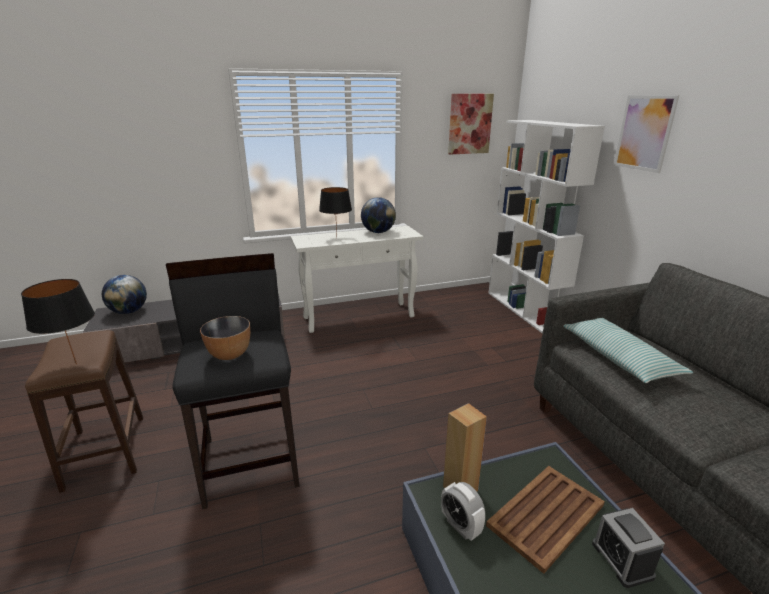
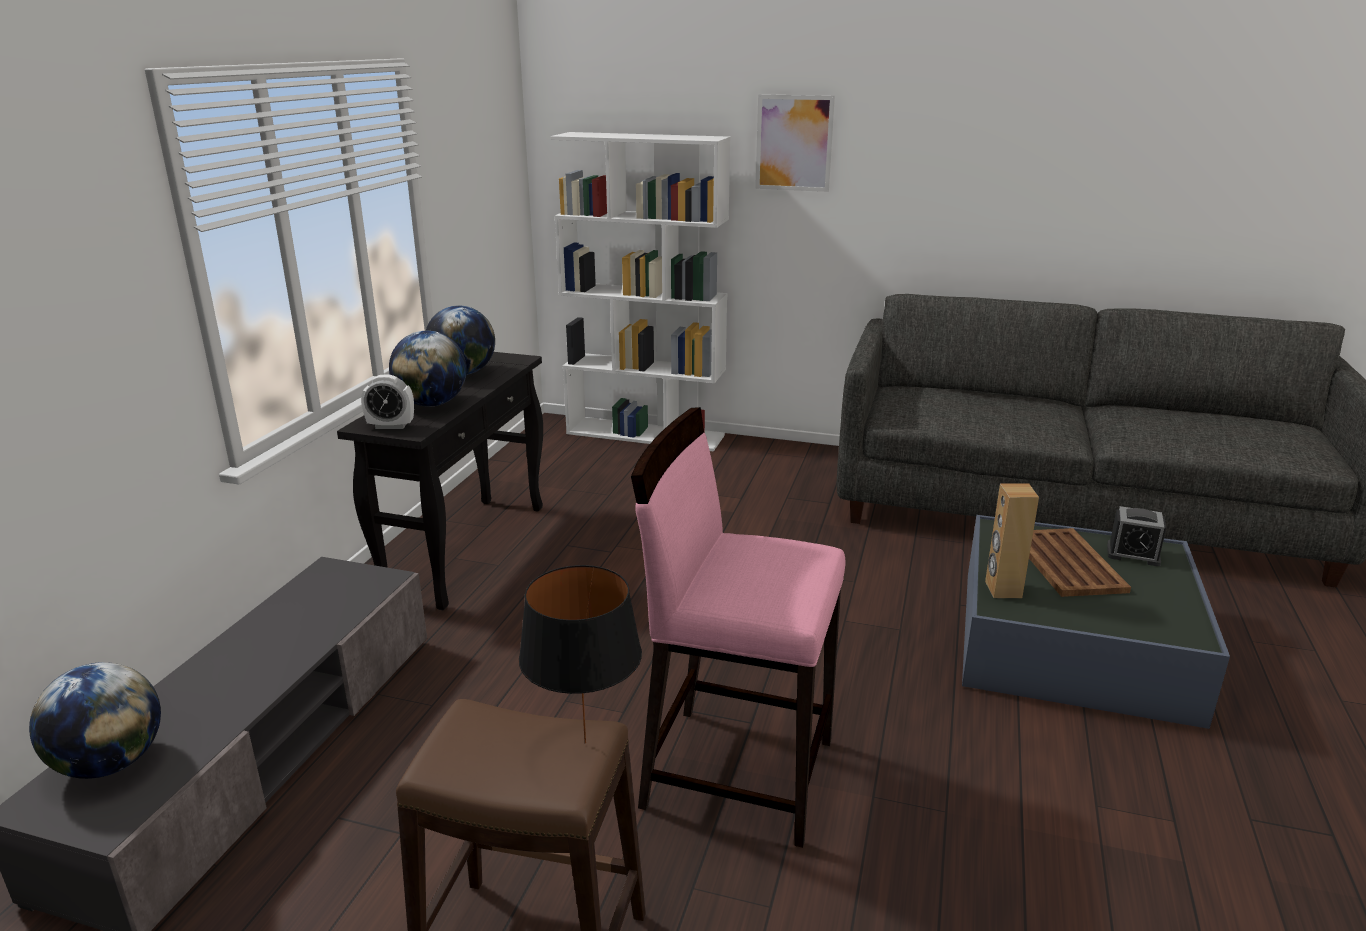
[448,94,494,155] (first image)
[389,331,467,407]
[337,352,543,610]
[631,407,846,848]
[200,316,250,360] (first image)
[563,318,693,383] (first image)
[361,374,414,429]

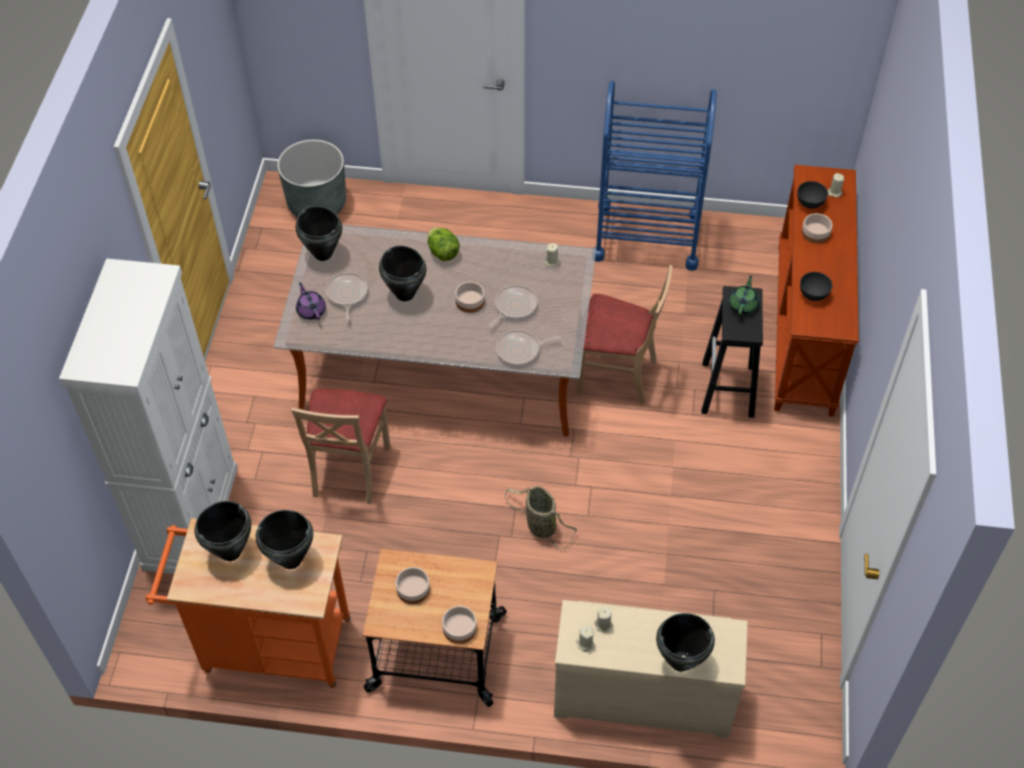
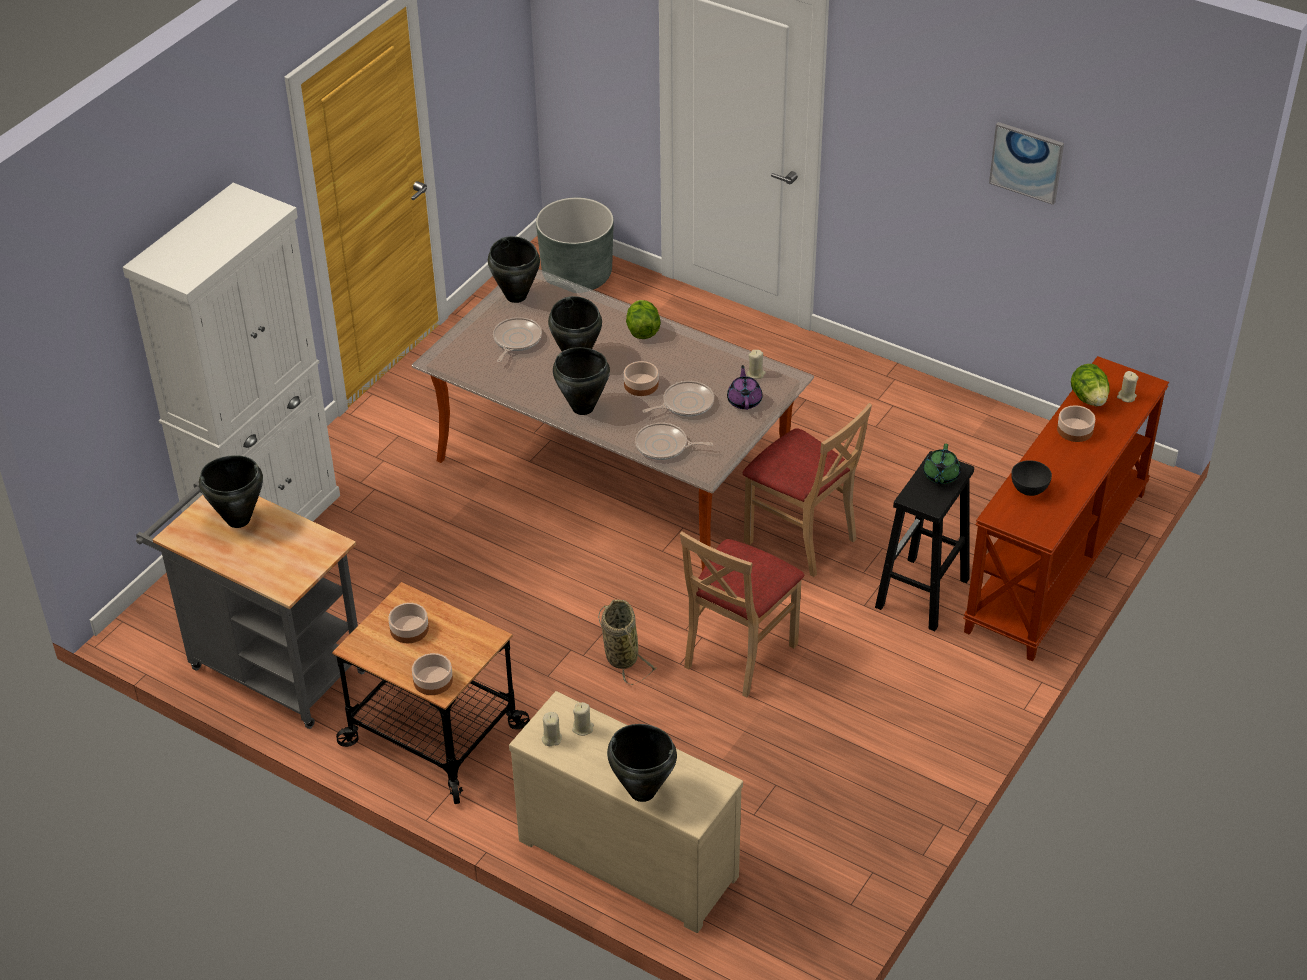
[594,81,716,271] (first image)
[1071,364,1110,406]
[923,444,961,484]
[727,365,762,410]
[680,531,804,697]
[553,347,610,415]
[136,481,366,729]
[989,122,1064,205]

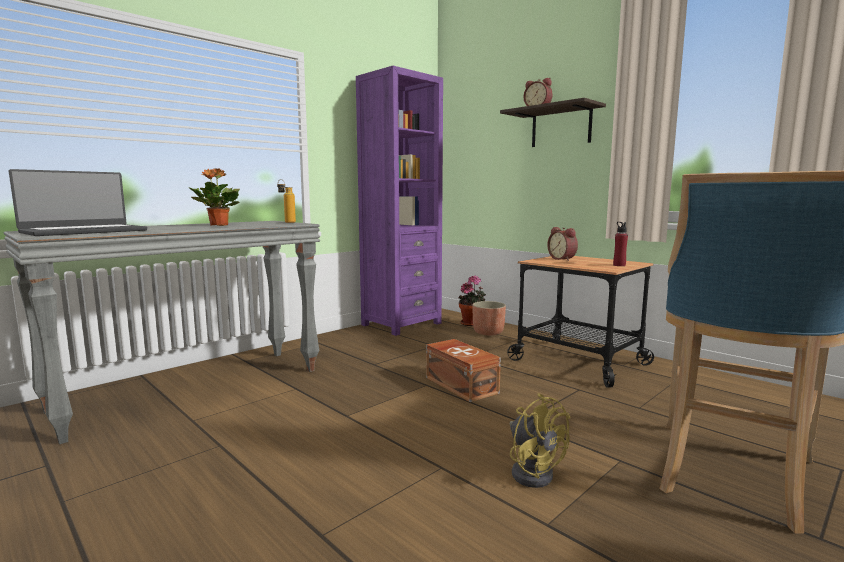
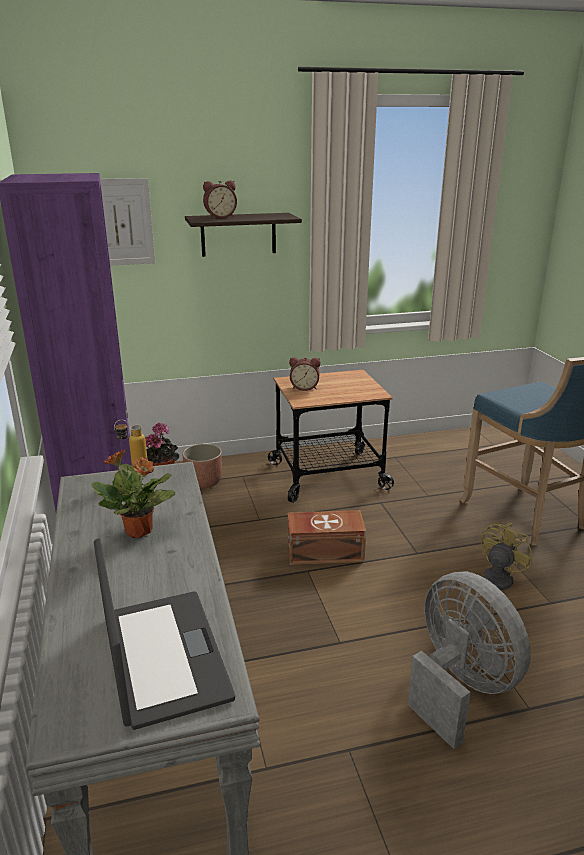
[613,222,628,266] (first image)
[455,523,533,590]
[100,178,155,266]
[408,572,531,749]

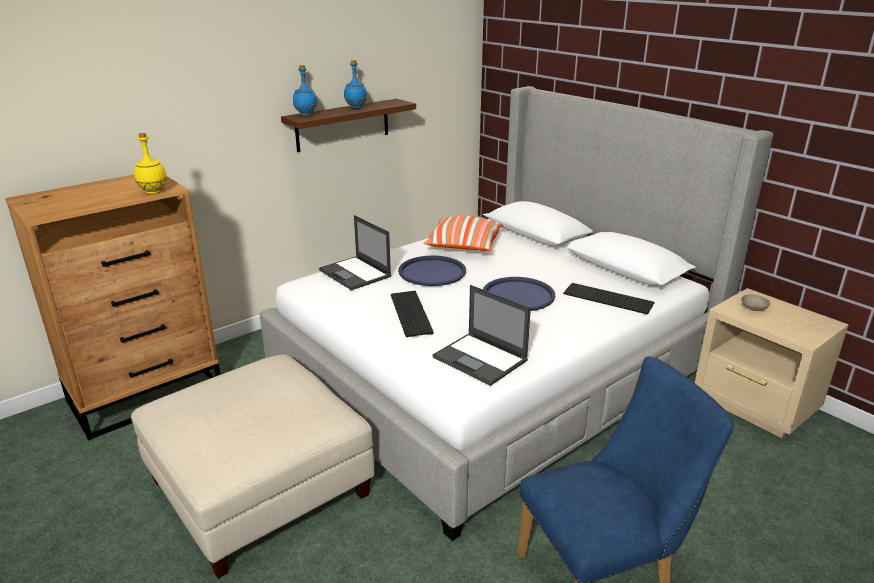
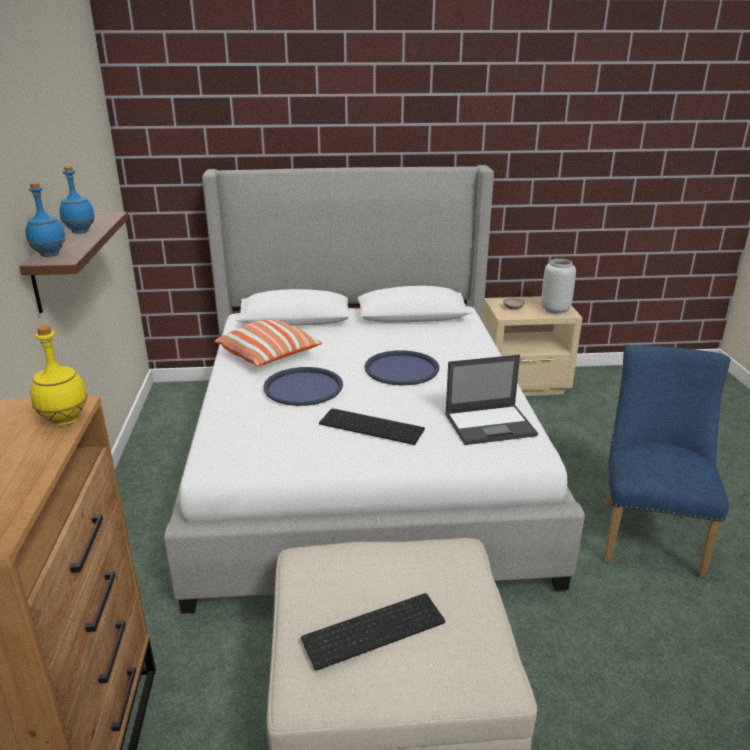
[319,215,391,290] (first image)
[301,593,445,670]
[541,259,576,314]

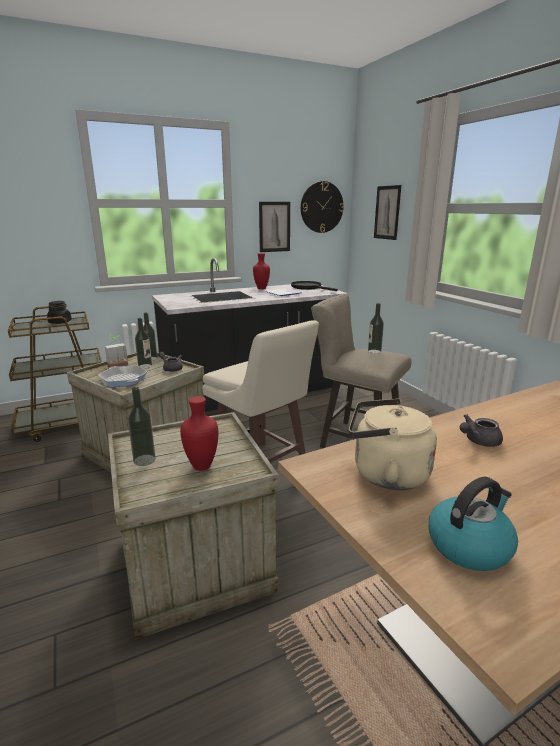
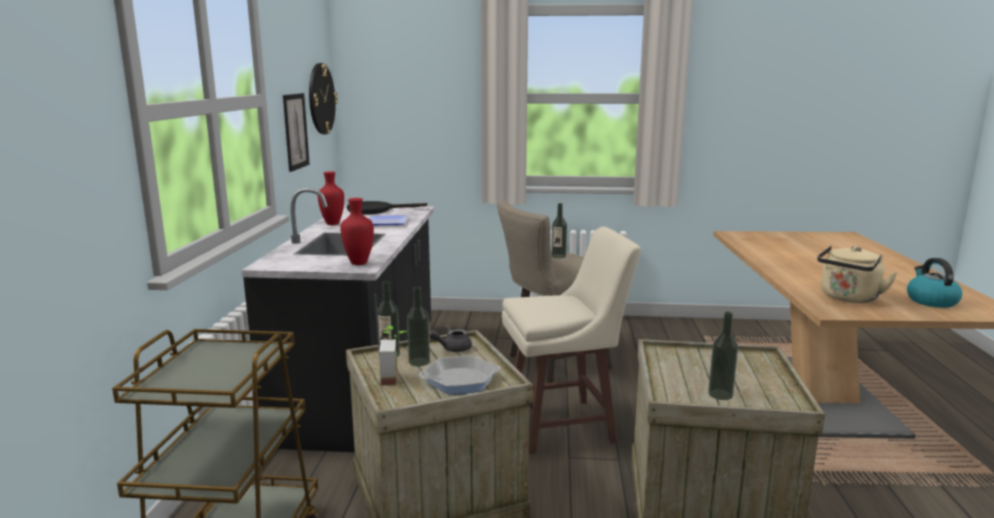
[374,185,401,240] (first image)
[47,301,72,324] (first image)
[340,198,374,265]
[460,414,503,447] (first image)

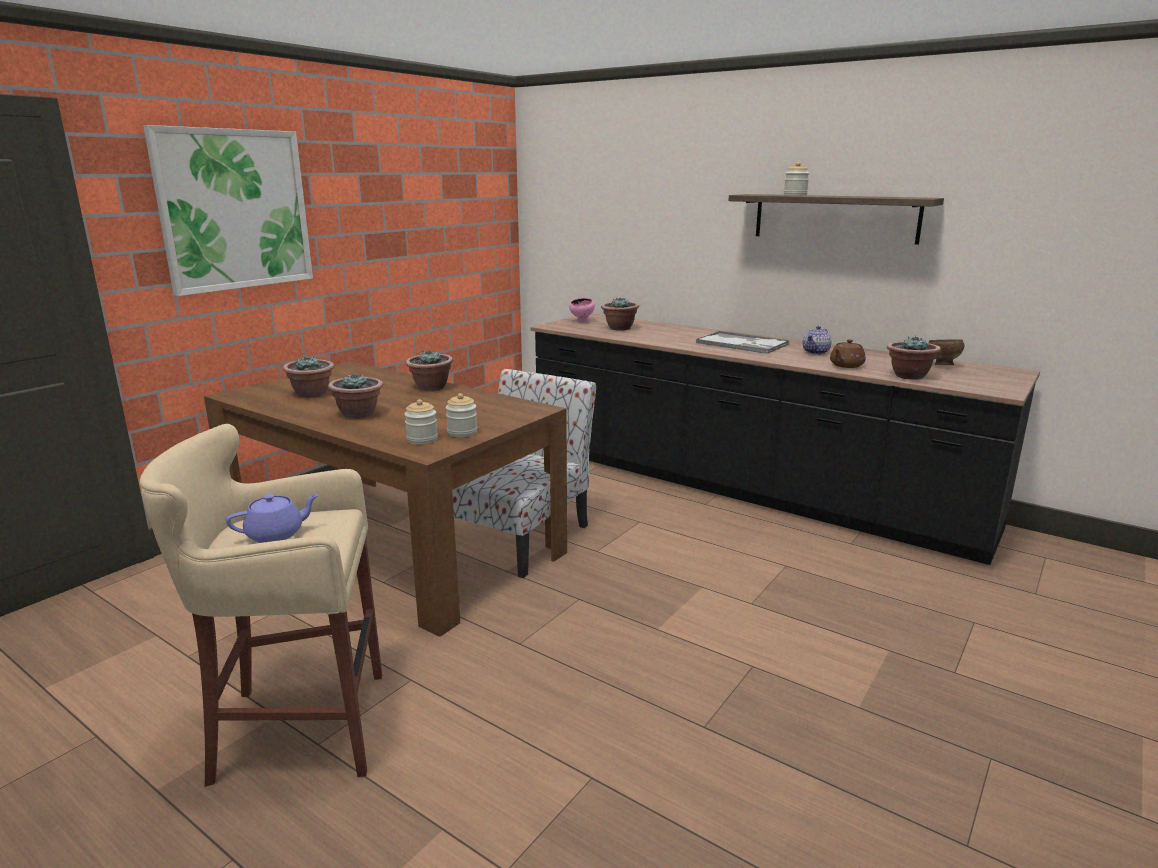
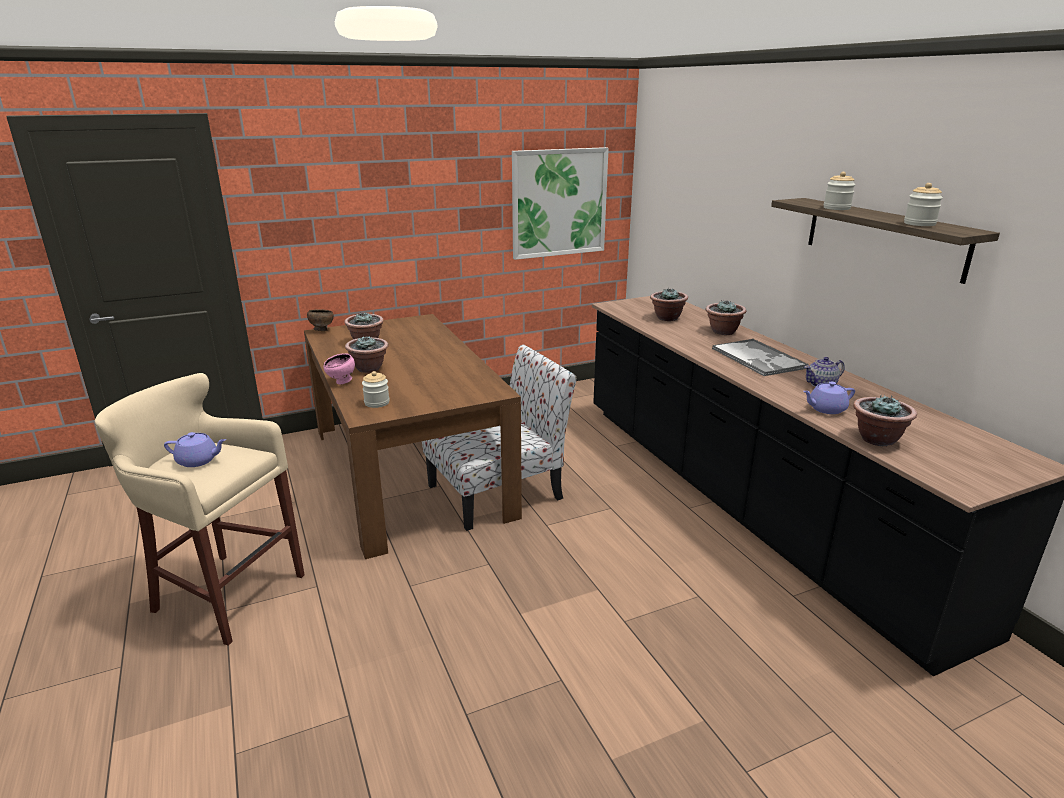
[512,147,609,260]
[323,354,355,385]
[803,382,855,414]
[307,309,334,331]
[705,300,747,335]
[904,183,943,226]

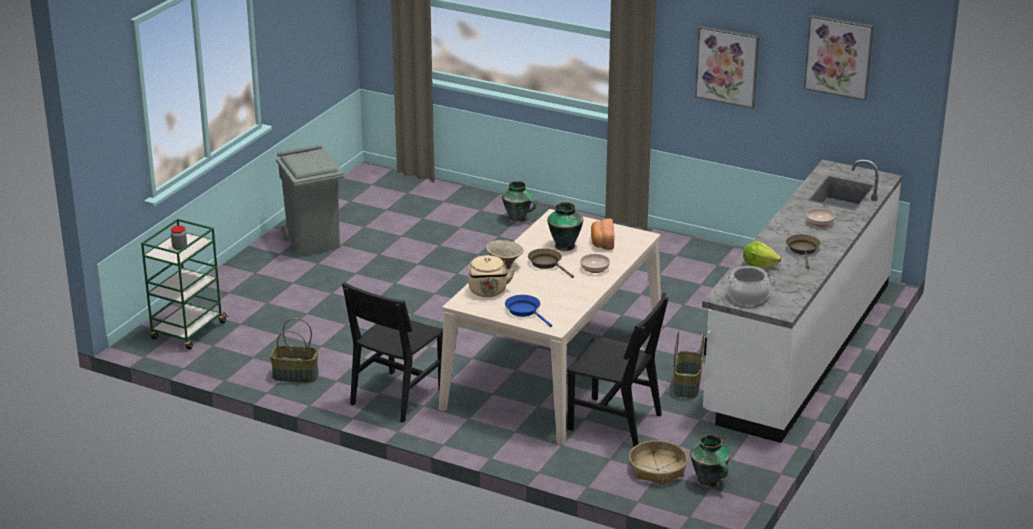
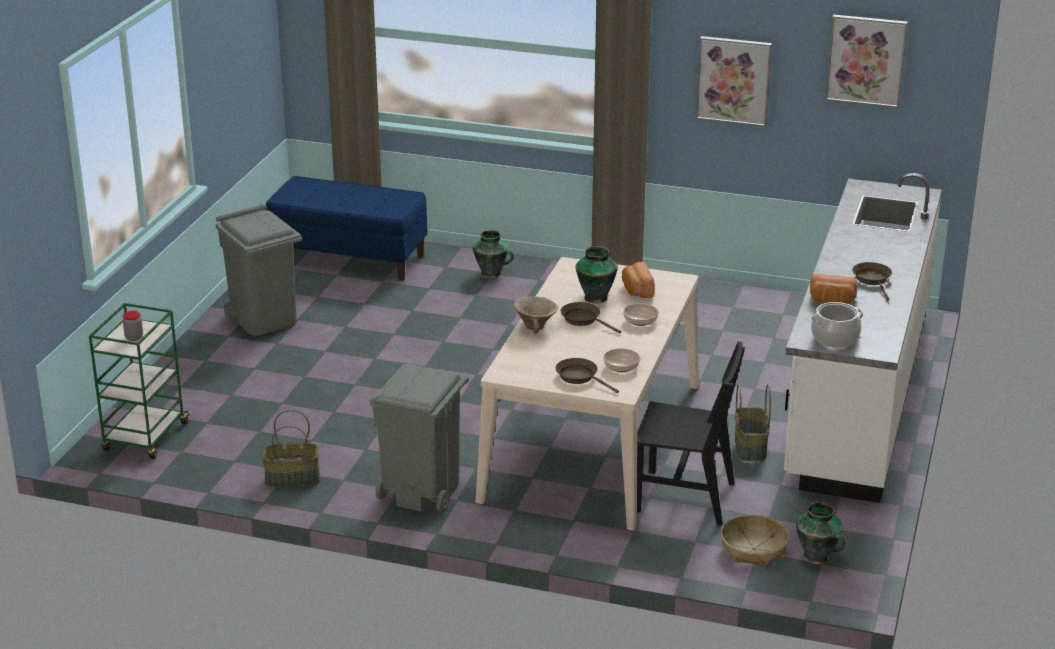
[604,348,640,372]
[810,274,858,304]
[468,255,515,297] (first image)
[370,364,469,513]
[555,358,619,393]
[266,176,427,281]

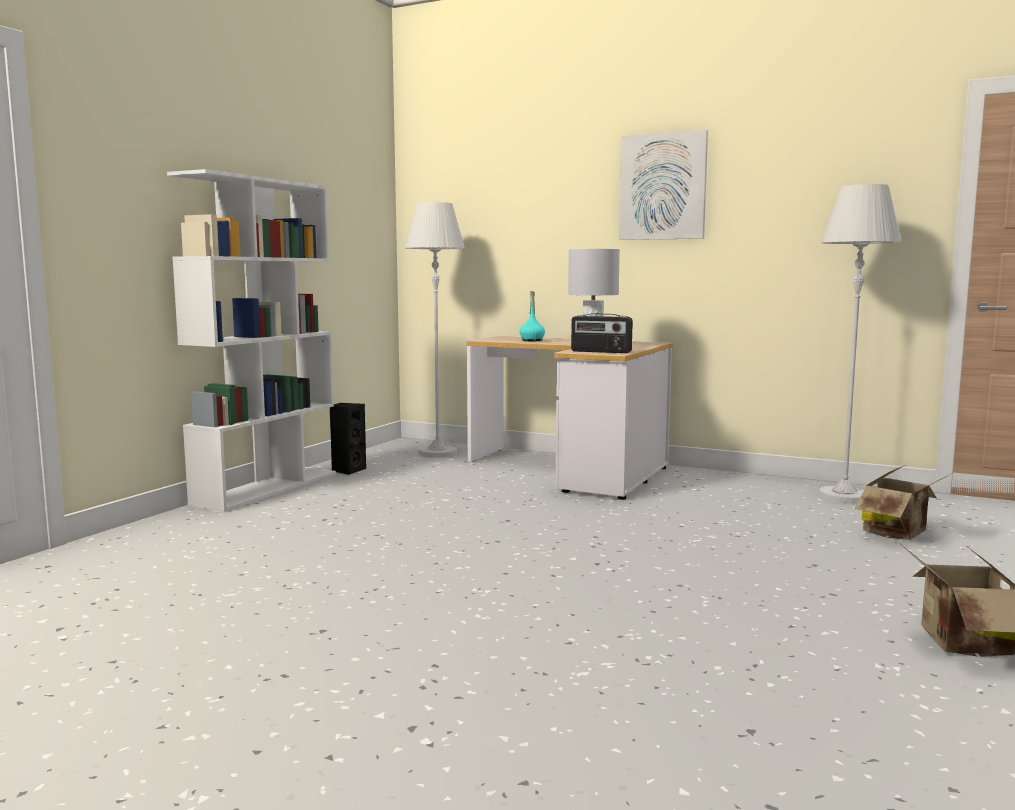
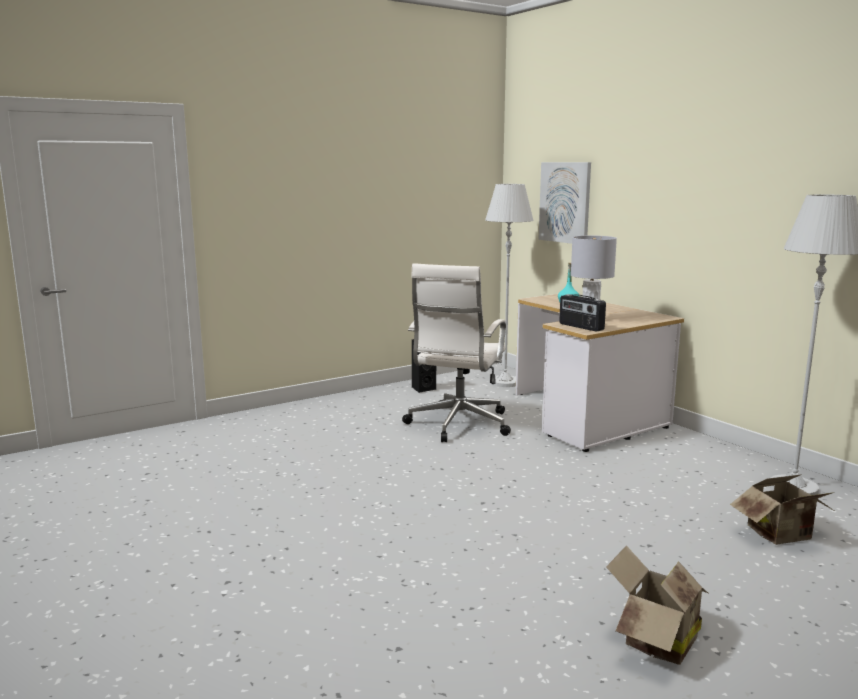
[538,162,591,244]
[167,169,336,512] (first image)
[402,264,511,442]

